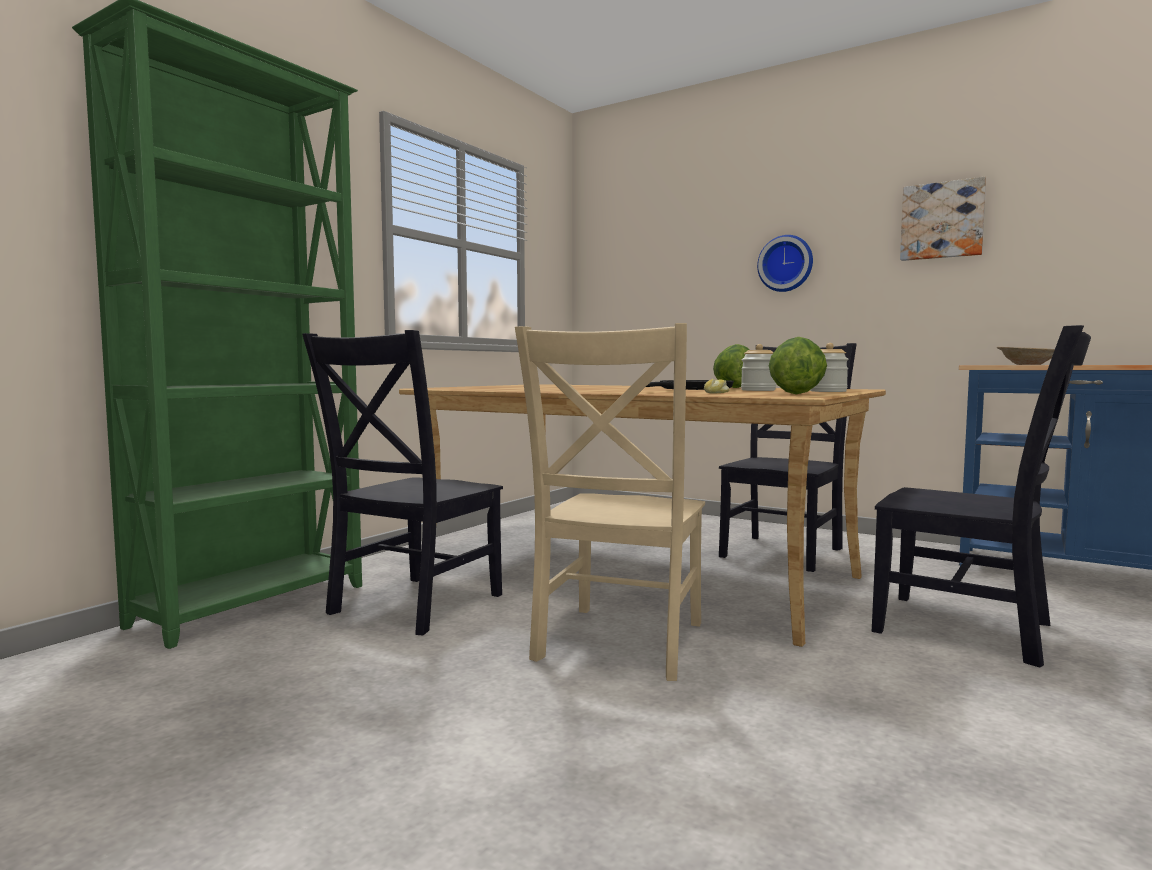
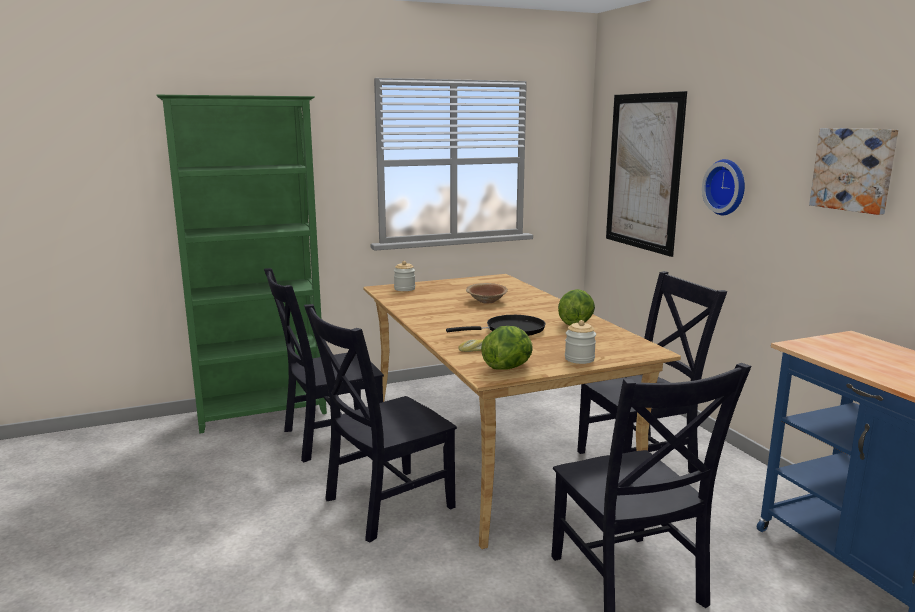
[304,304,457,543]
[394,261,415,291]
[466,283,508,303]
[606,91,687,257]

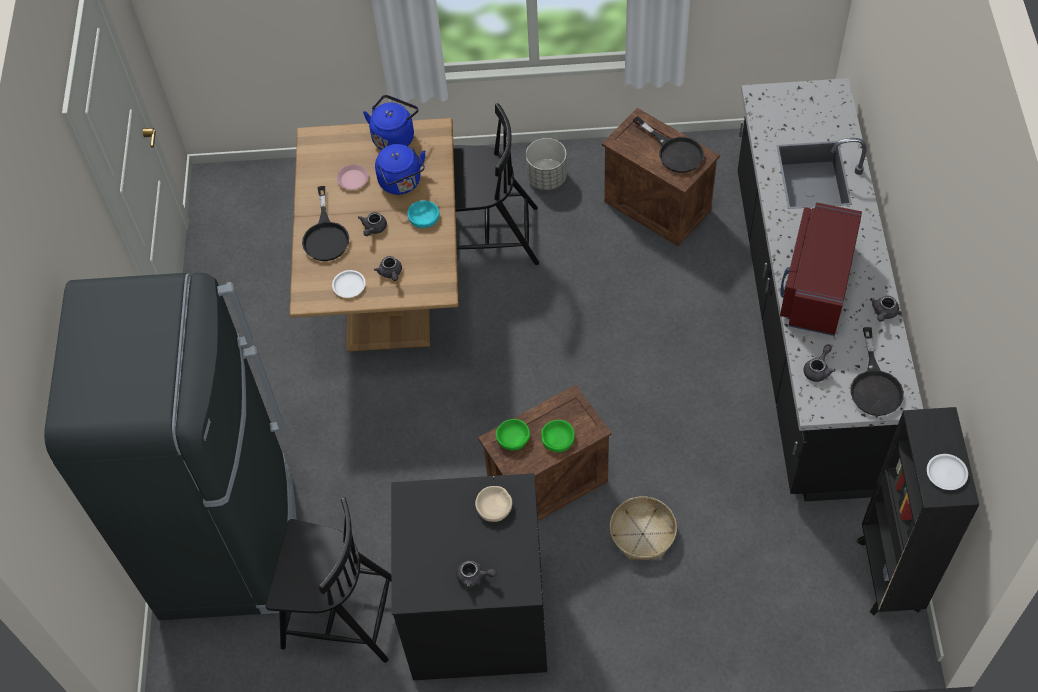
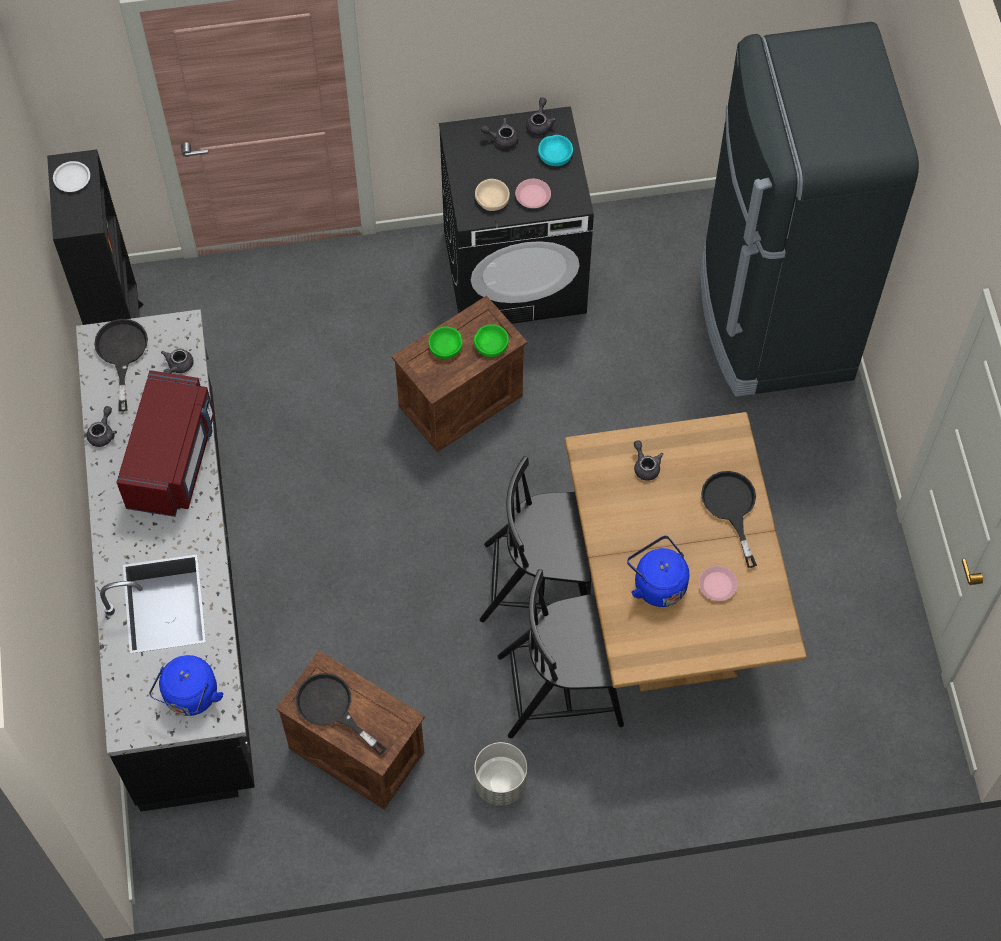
[149,655,224,716]
[538,135,573,166]
[526,97,557,136]
[332,270,366,298] (first image)
[610,496,677,560] (first image)
[480,456,591,622]
[515,179,551,208]

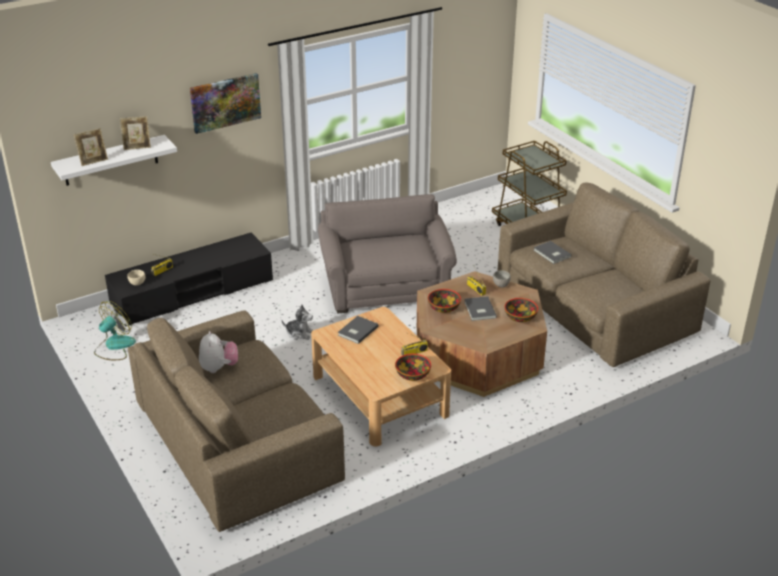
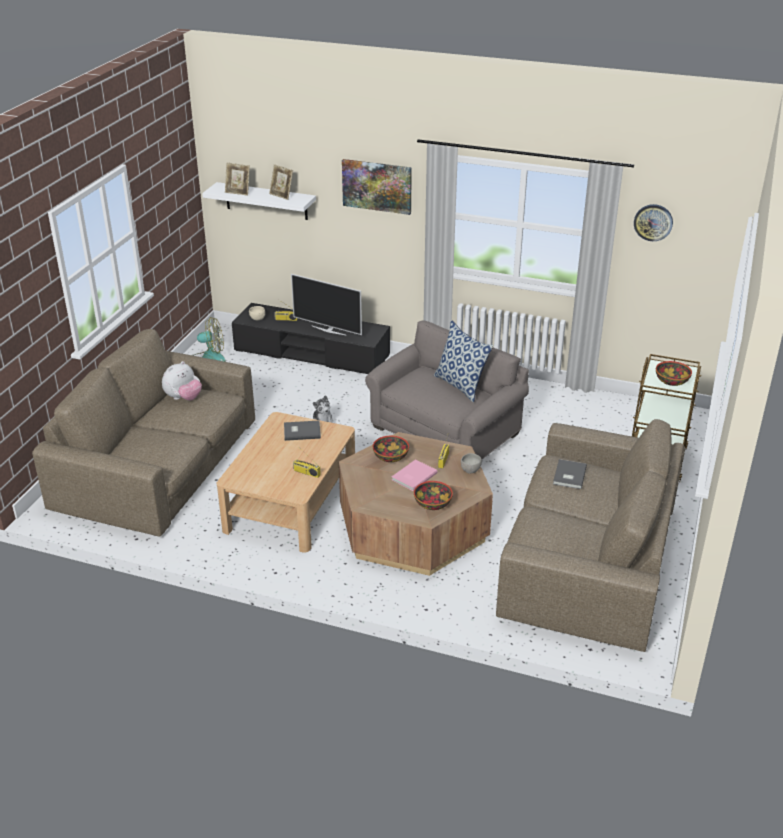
[392,459,437,491]
[656,361,692,386]
[634,204,673,241]
[291,274,362,336]
[434,321,493,402]

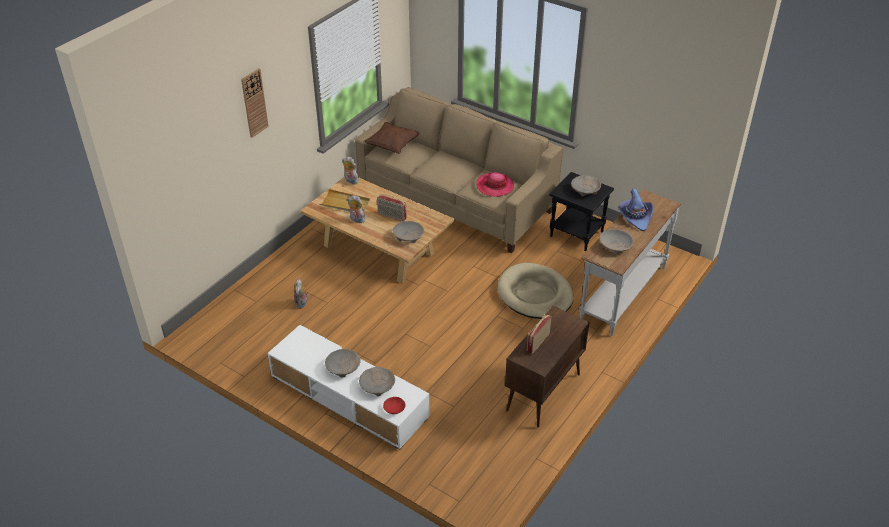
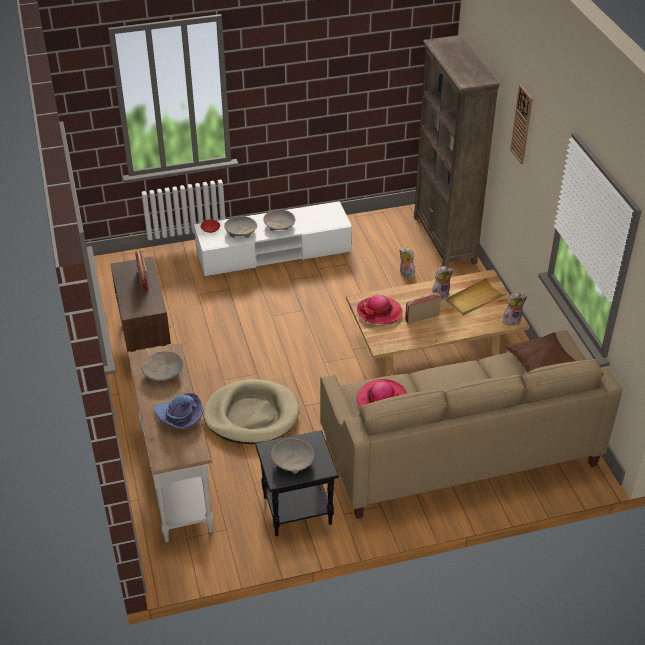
[357,295,402,324]
[414,35,500,268]

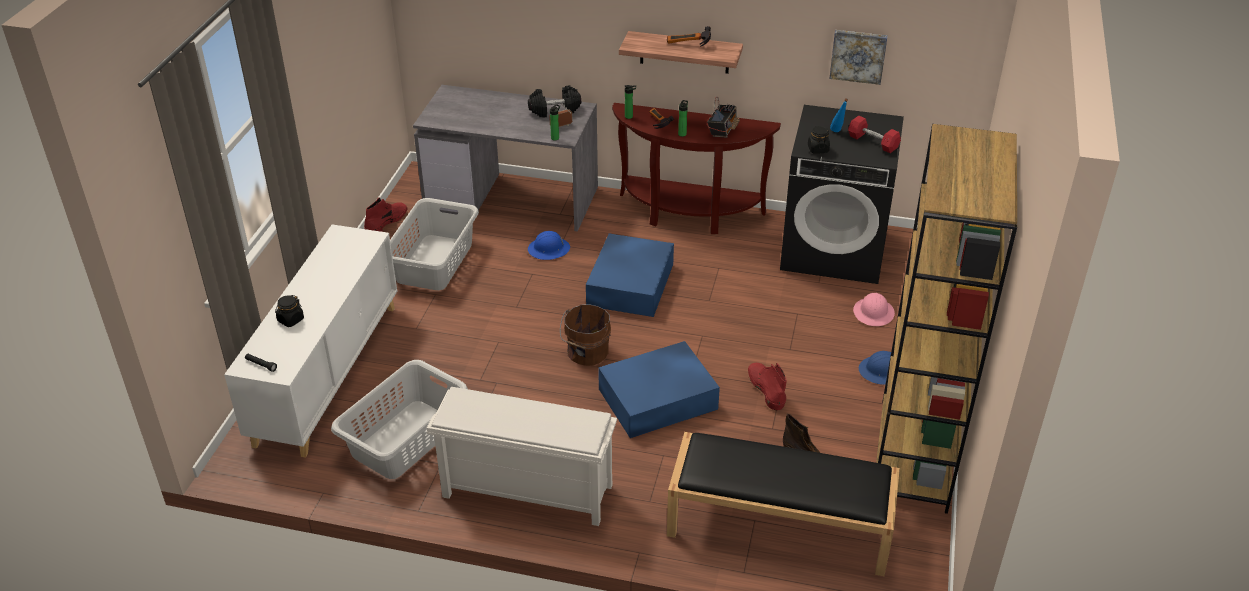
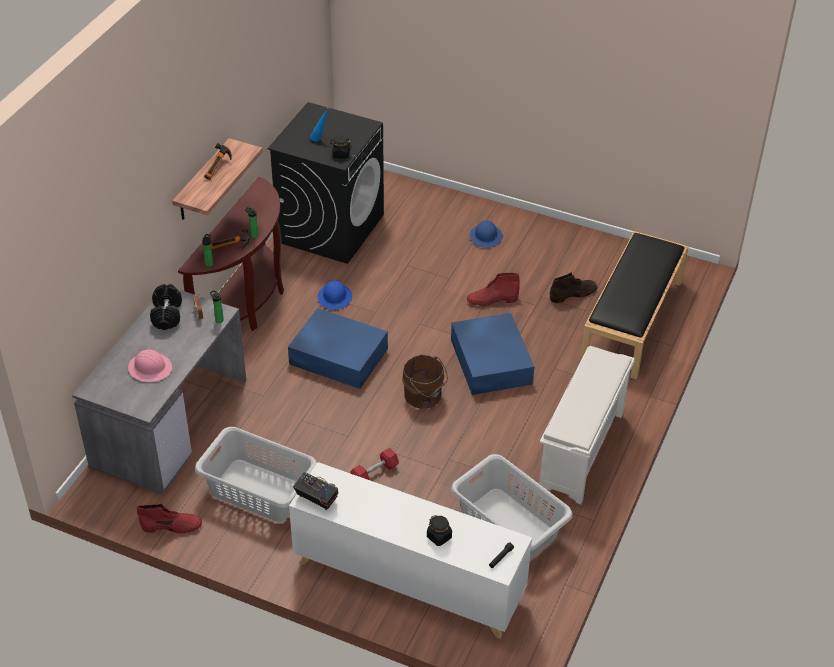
[829,30,888,85] (first image)
[293,472,338,510]
[350,448,399,480]
[876,124,1017,514] (first image)
[137,503,202,534]
[318,280,352,310]
[128,350,172,382]

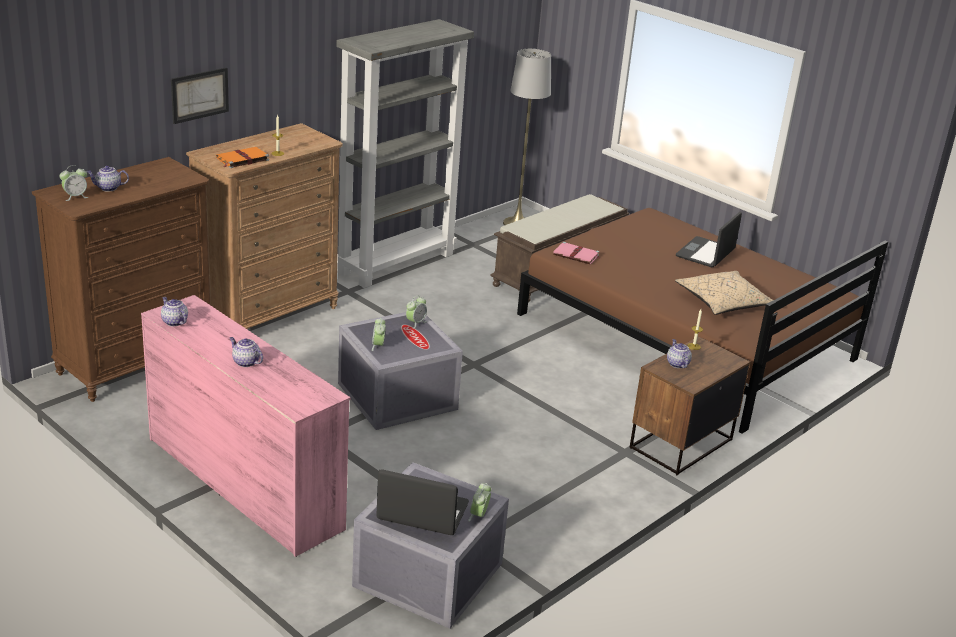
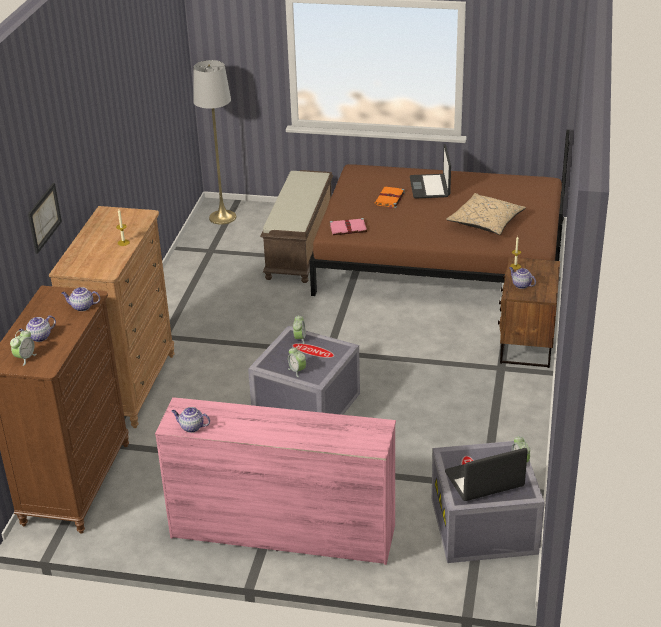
[336,19,474,288] (first image)
[375,187,405,209]
[61,287,100,311]

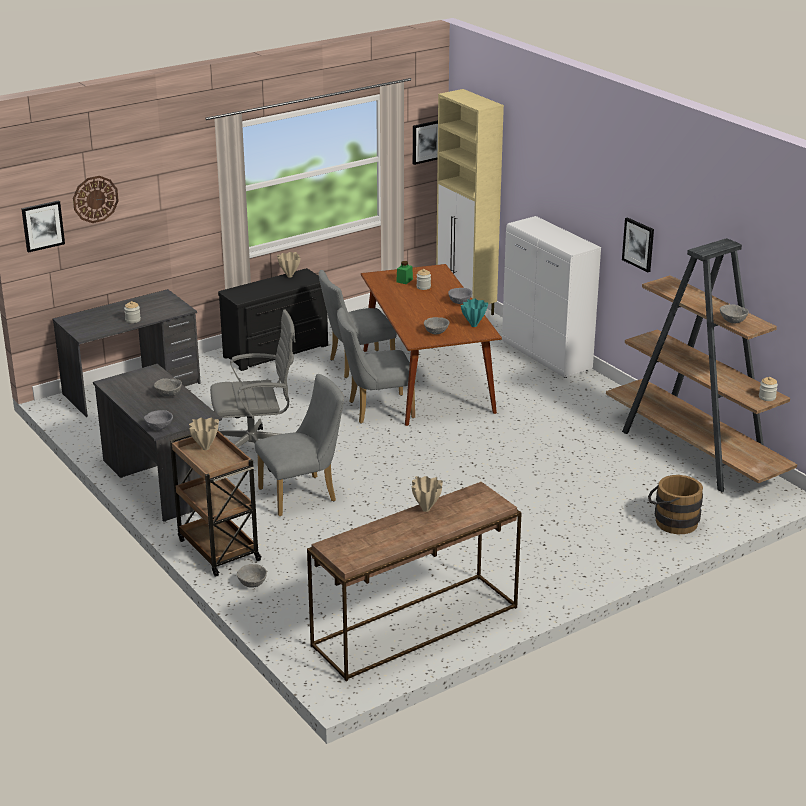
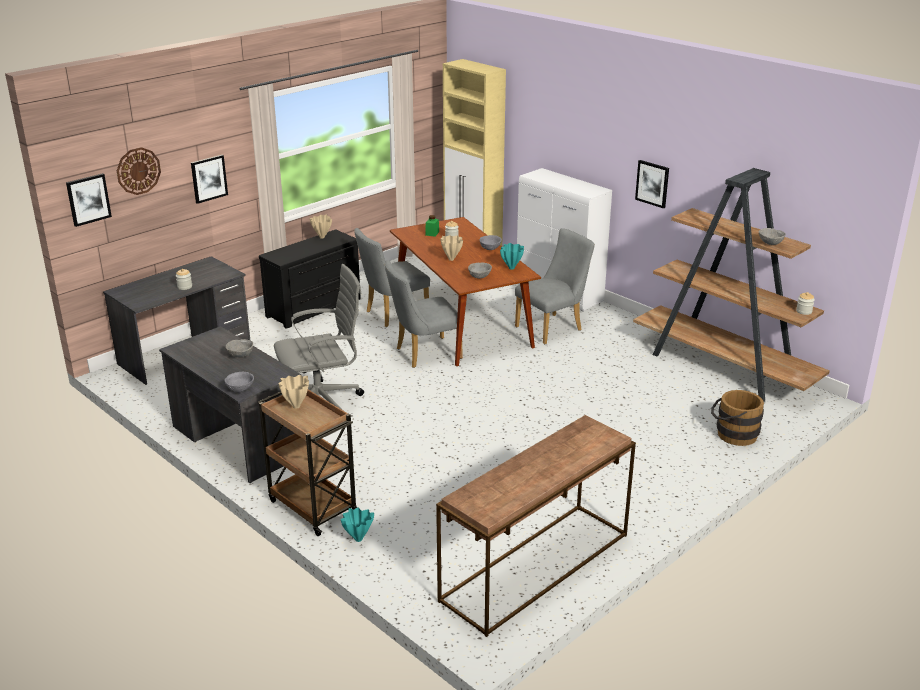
[191,155,228,204]
[515,228,595,344]
[440,235,463,261]
[341,508,374,542]

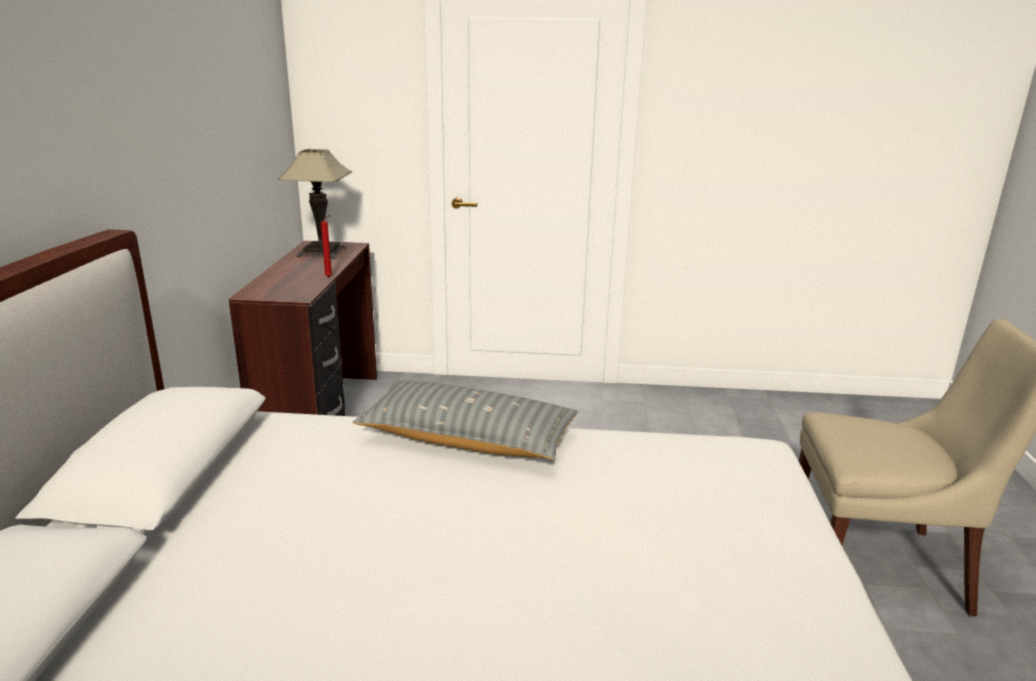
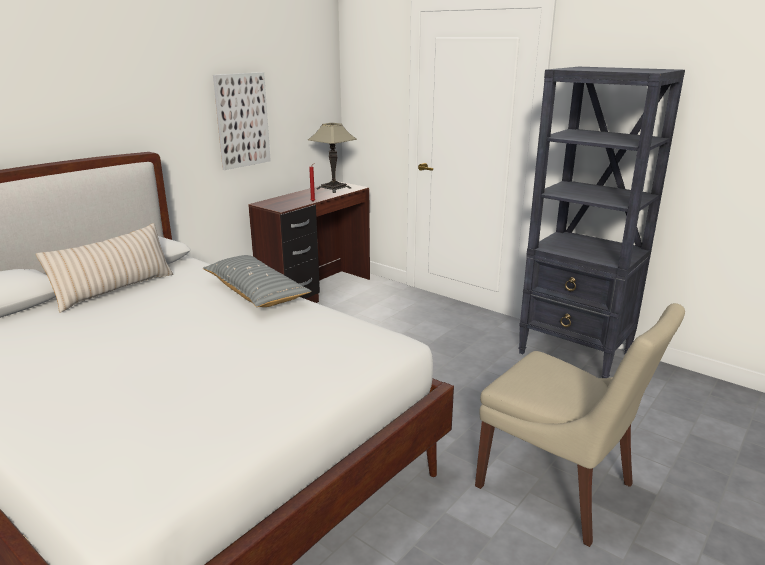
[518,67,685,378]
[213,72,271,170]
[36,223,173,313]

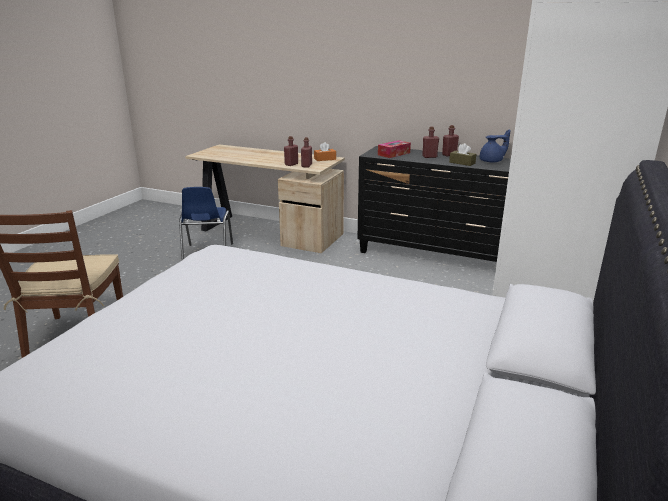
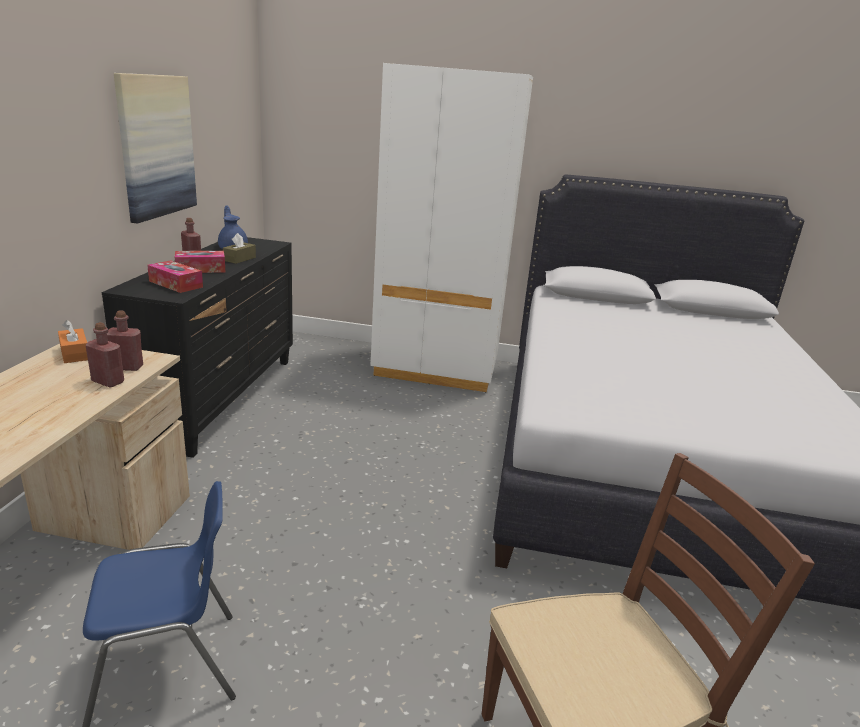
[175,251,226,273]
[114,73,197,224]

